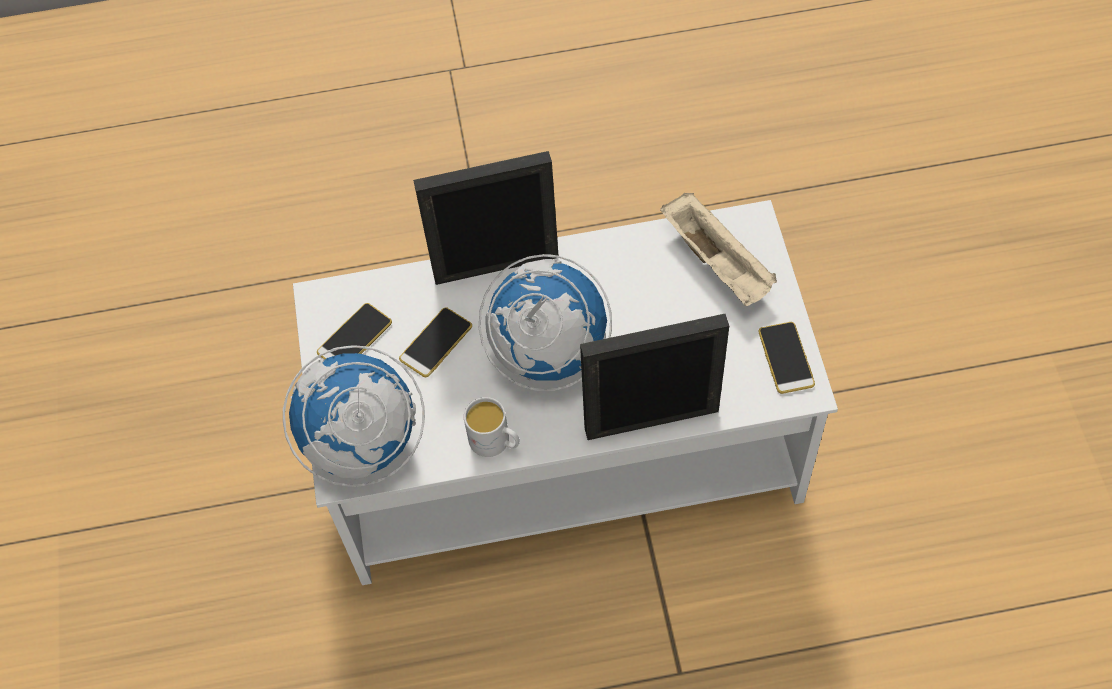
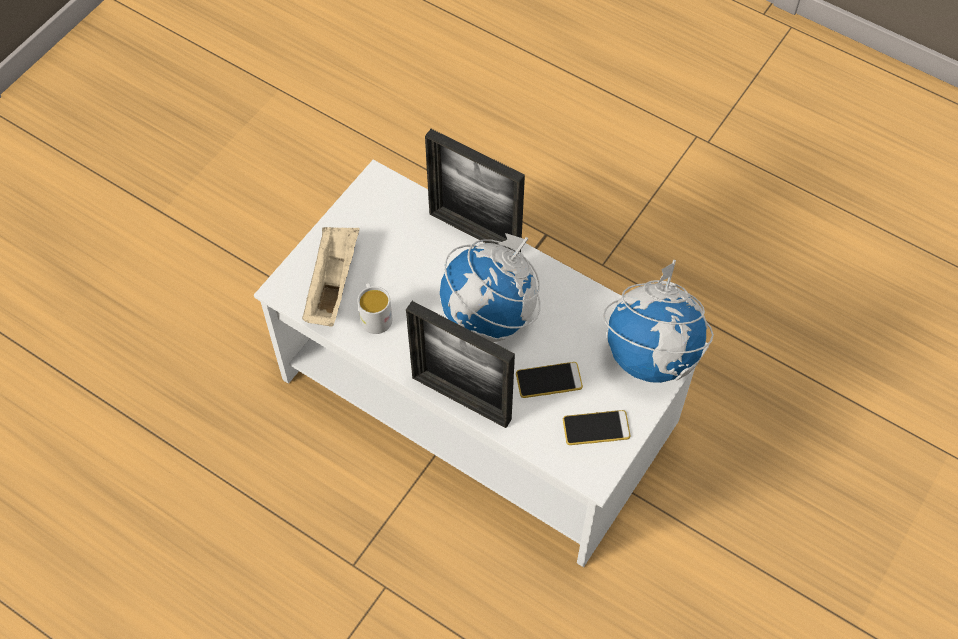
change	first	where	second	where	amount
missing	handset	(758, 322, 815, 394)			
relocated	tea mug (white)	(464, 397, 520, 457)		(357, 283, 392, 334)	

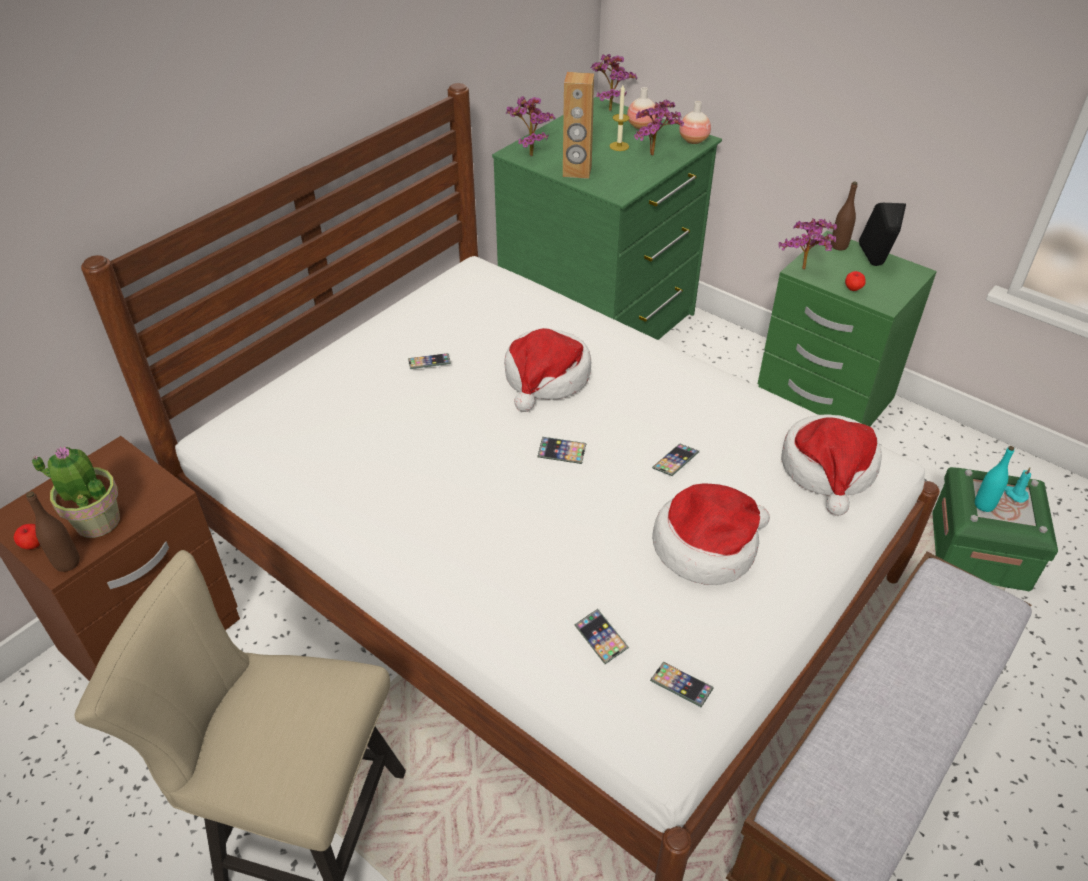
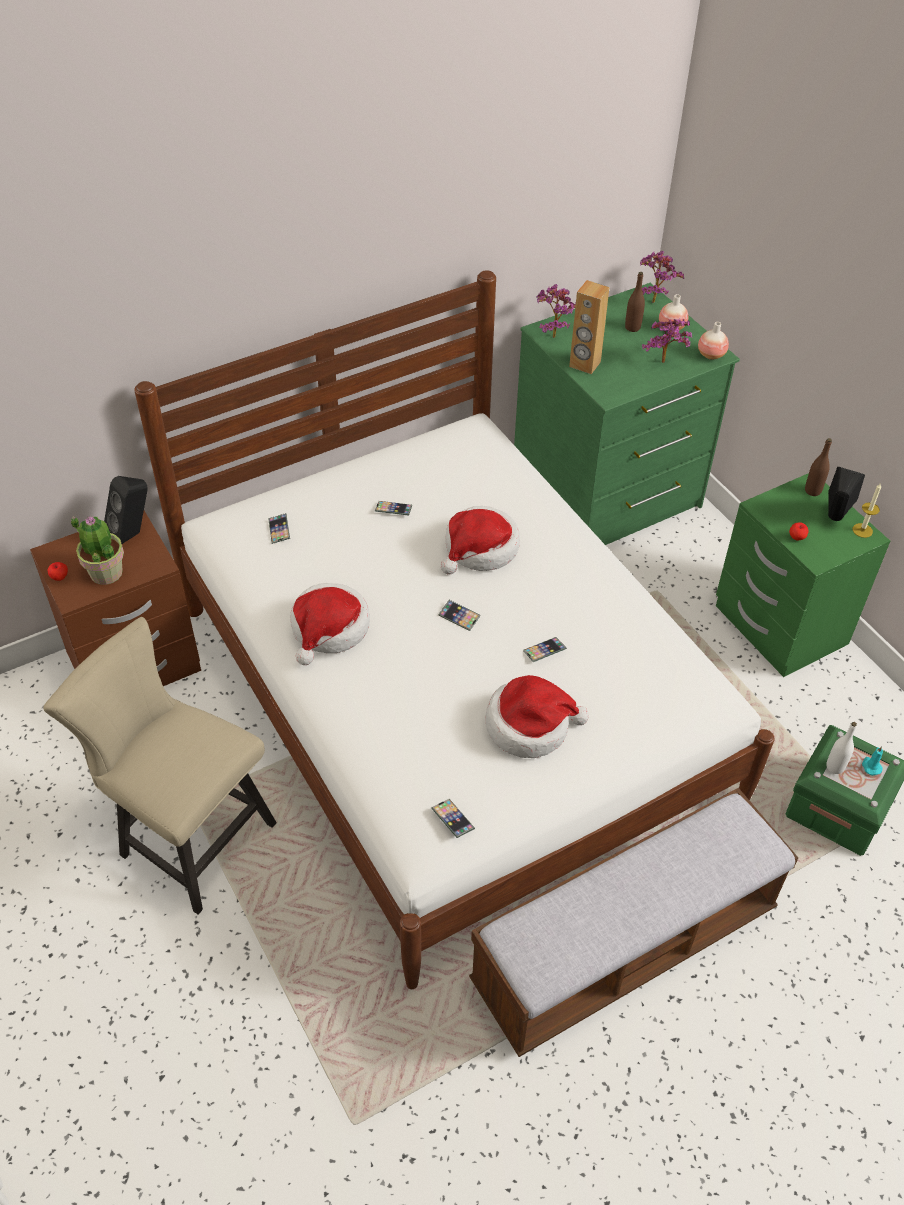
change	first	where	second	where	amount
missing	potted plant	(779, 219, 837, 269)			
appeared			loudspeaker (blackish)	(104, 476, 147, 544)	
relocated	beverage bottle (brown)	(26, 491, 80, 572)		(625, 272, 645, 332)	
relocated	handset	(574, 609, 629, 664)		(268, 513, 290, 544)	
relocated	wax light	(610, 85, 630, 151)		(853, 484, 881, 538)	
relocated	hat	(781, 414, 882, 515)		(290, 583, 370, 665)	
colour	beverage bottle (turquoise)	(975, 446, 1015, 512)	beverage bottle (white)	(826, 722, 857, 774)	

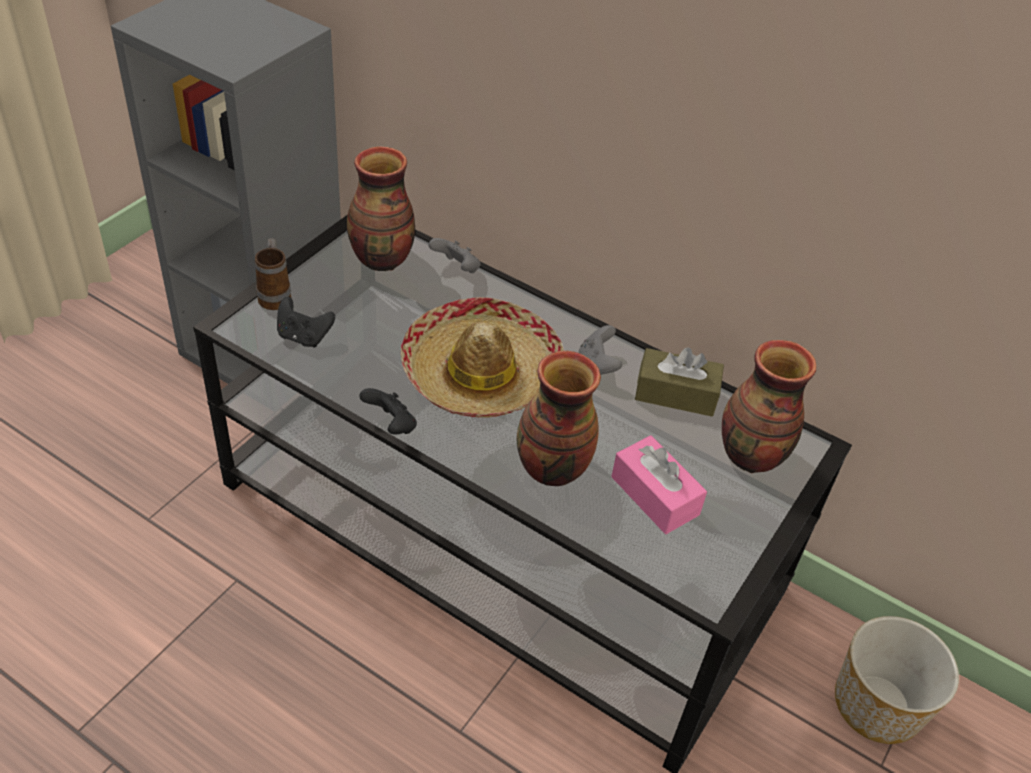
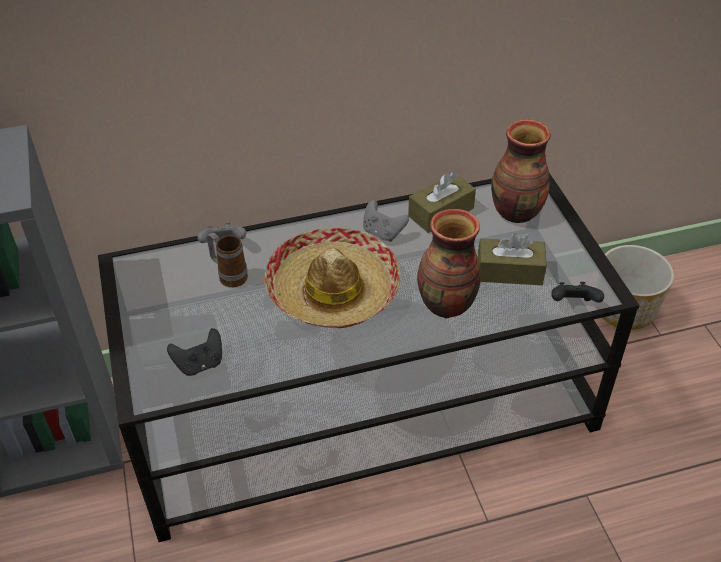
change	first	where	second	where	amount
missing	vase	(347, 146, 415, 271)			
relocated	tea mug	(255, 238, 291, 310)		(207, 233, 248, 287)	
relocated	gamepad (blackish)	(359, 388, 417, 434)		(551, 282, 604, 303)	
colour	tissue holder (pink)	(611, 436, 707, 534)	tissue holder (brown)	(478, 233, 547, 285)	

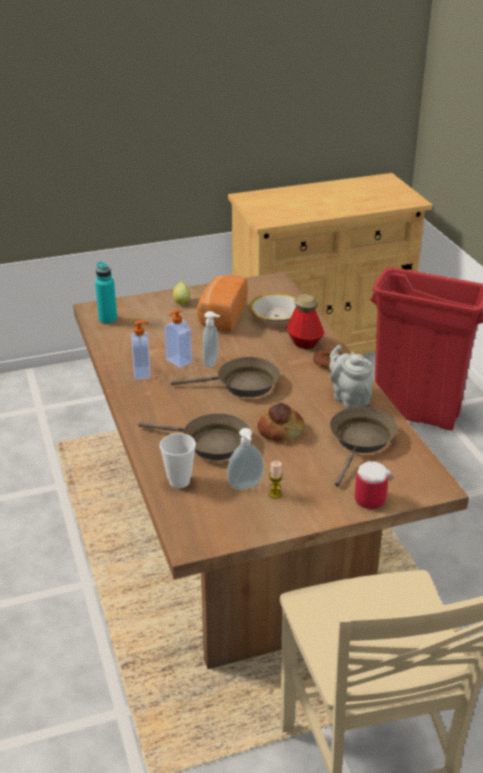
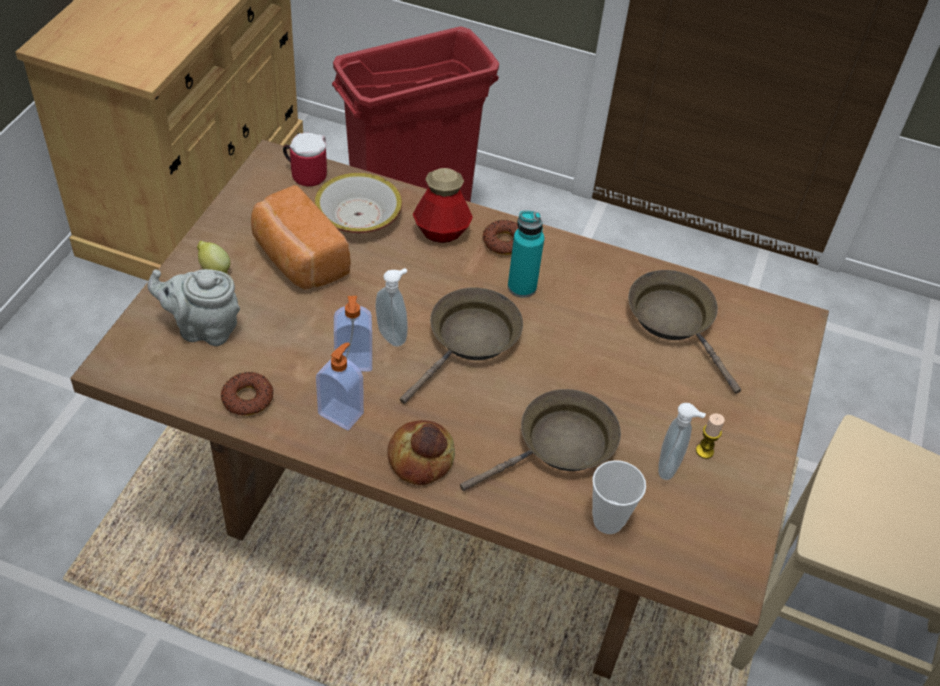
change	first	where	second	where	amount
appeared			ring doughnut	(221, 372, 274, 415)	
relocated	beverage bottle (turquoise)	(95, 262, 117, 325)		(508, 211, 544, 298)	
relocated	baked bread	(257, 403, 305, 441)		(387, 420, 455, 485)	
relocated	pot for tea (grey)	(329, 345, 373, 409)		(148, 269, 240, 346)	
relocated	tea mug	(355, 461, 393, 509)		(283, 132, 327, 186)	

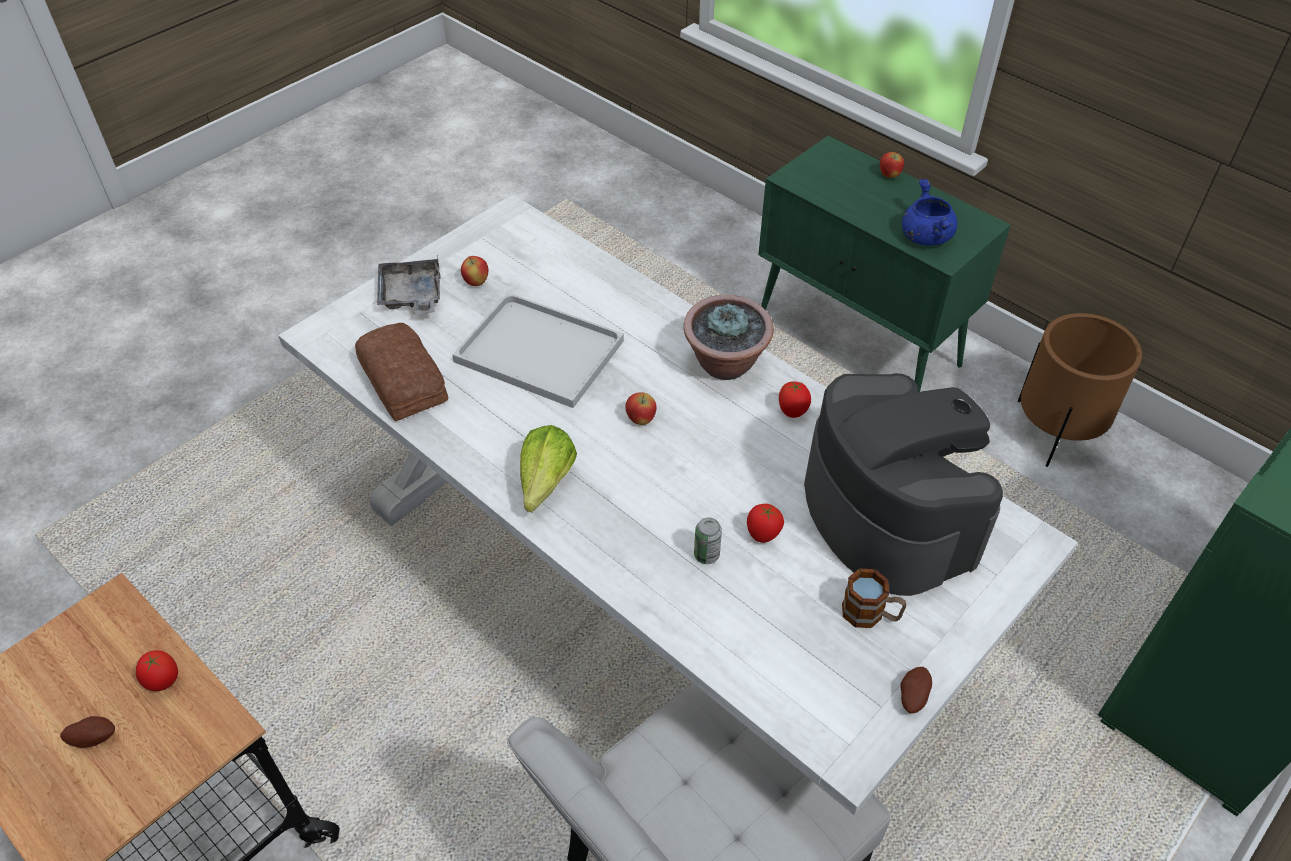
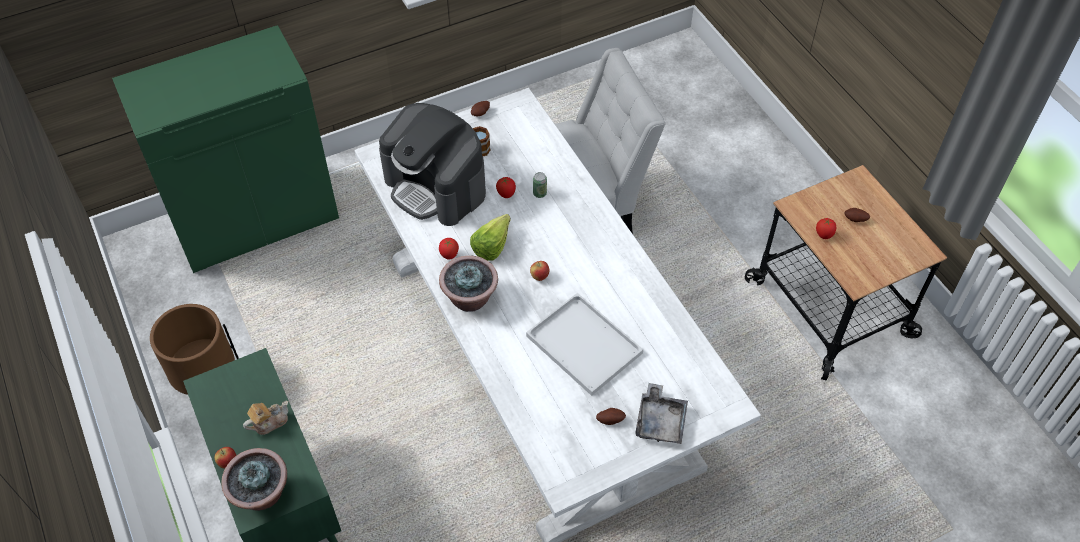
change	first	where	second	where	amount
missing	baked bread	(355, 323, 449, 421)			
missing	saucepot (blue-coloured)	(902, 179, 958, 246)			
appeared			potted plant	(221, 448, 287, 511)	
appeared			pot for tea	(243, 401, 288, 435)	
relocated	head of lettuce	(520, 425, 577, 512)		(470, 214, 511, 261)	
exchanged	whole apple	(461, 256, 488, 286)	potato	(596, 408, 626, 425)	
spun	coffee machine	(804, 373, 1003, 596)		(379, 103, 486, 226)	45 degrees counterclockwise

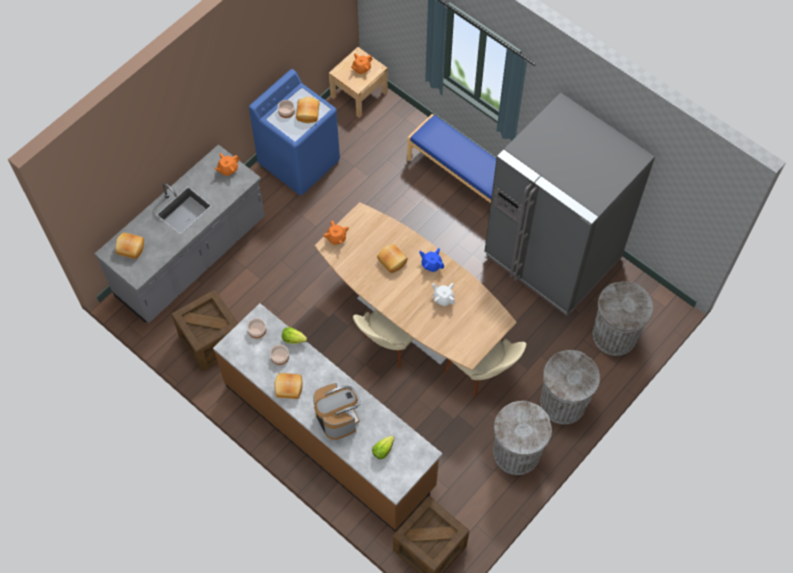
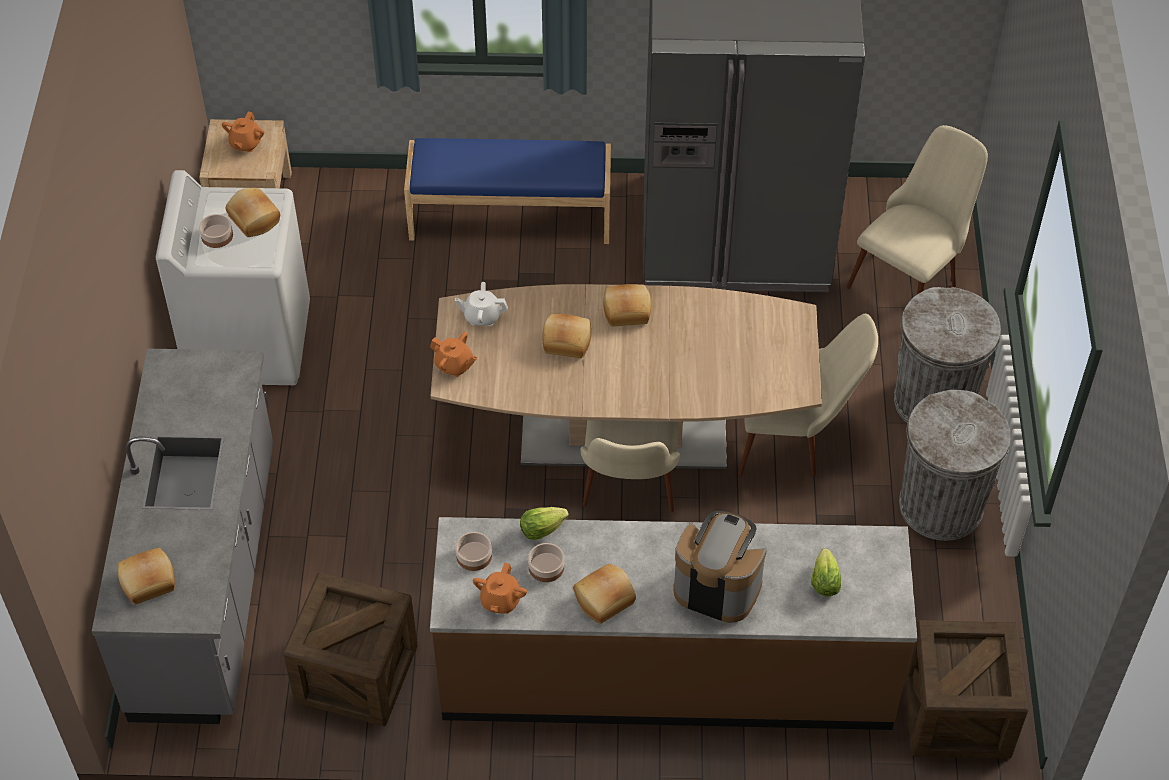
change	first	where	second	where	amount
relocated	pot for tea (orange-coloured)	(215, 153, 240, 176)		(473, 562, 527, 614)	
relocated	pot for tea (white)	(432, 283, 455, 306)		(455, 282, 508, 326)	
exchanged	pot for tea (blue-coloured)	(419, 248, 444, 272)	baked bread	(603, 284, 651, 327)	
exchanged	trash can (grey)	(593, 281, 653, 356)	upright chair (beige-coloured)	(847, 125, 988, 294)	
colour	washing machine (blue-coloured)	(249, 69, 340, 196)	washing machine (white)	(156, 170, 310, 385)	

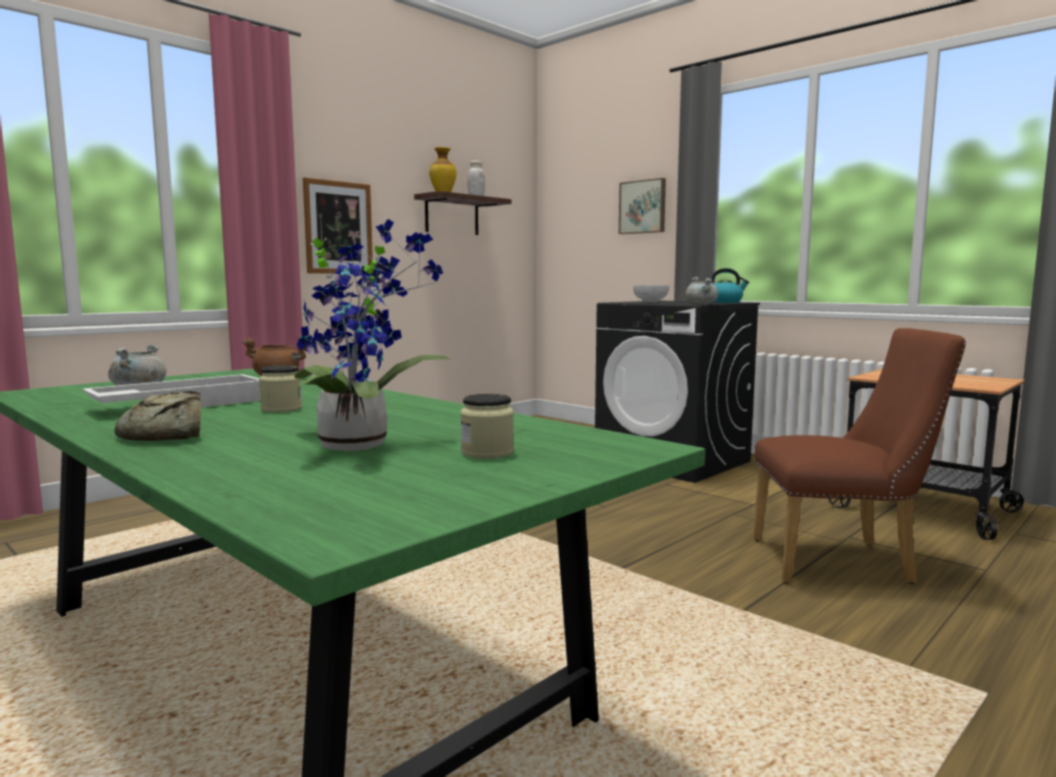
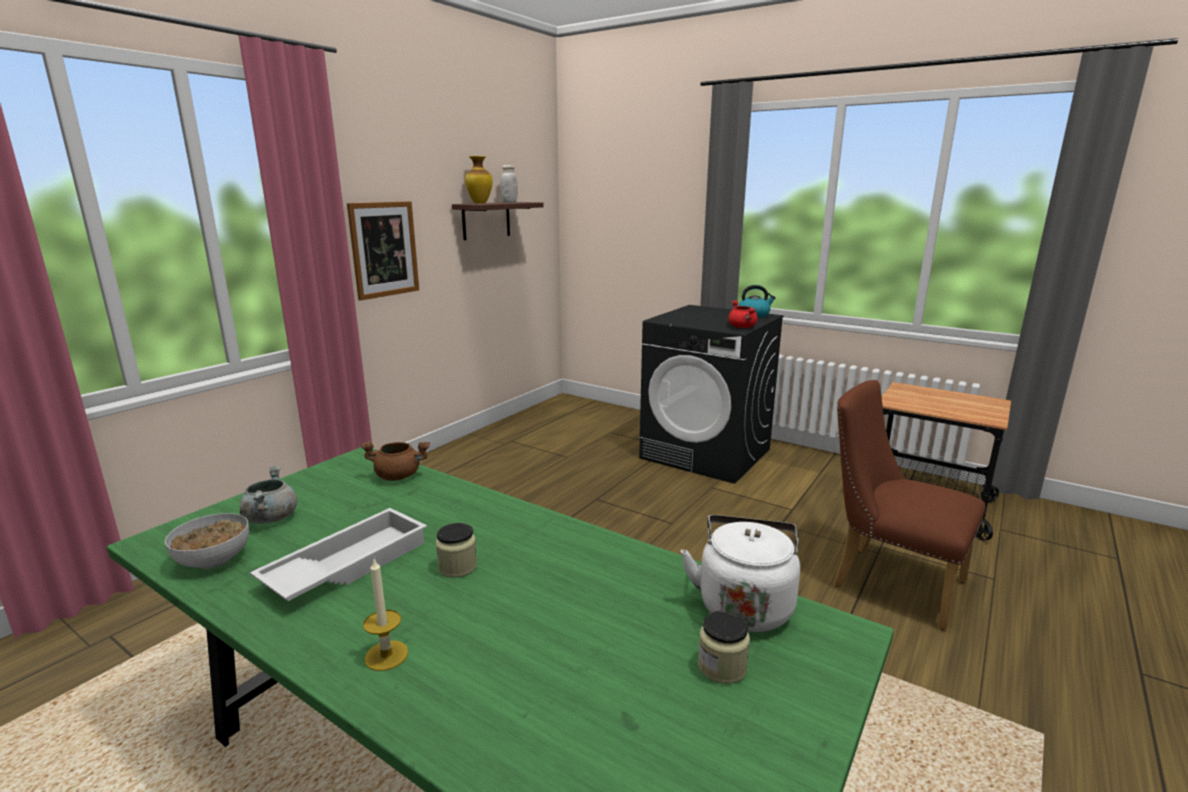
change	first	where	second	where	amount
missing	potted plant	(294, 219, 452, 451)			
missing	picture	(619, 178, 666, 234)			
appeared			tea kettle (white)	(681, 515, 800, 632)	
relocated	serving bowl	(633, 285, 669, 303)		(165, 513, 249, 569)	
exchanged	baked bread	(114, 391, 201, 441)	wax light	(363, 559, 408, 671)	
colour	saucepot (grey)	(686, 276, 718, 304)	saucepot (reddish)	(728, 300, 758, 328)	
spun	upright chair (brown)	(753, 328, 966, 584)		(833, 380, 986, 631)	135 degrees counterclockwise

